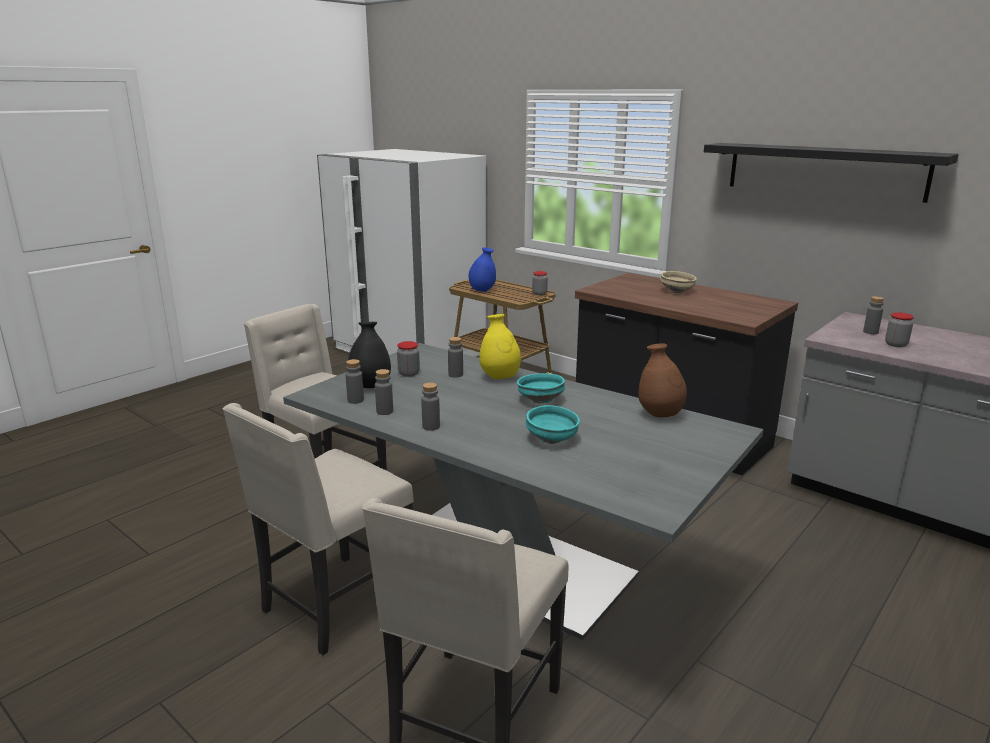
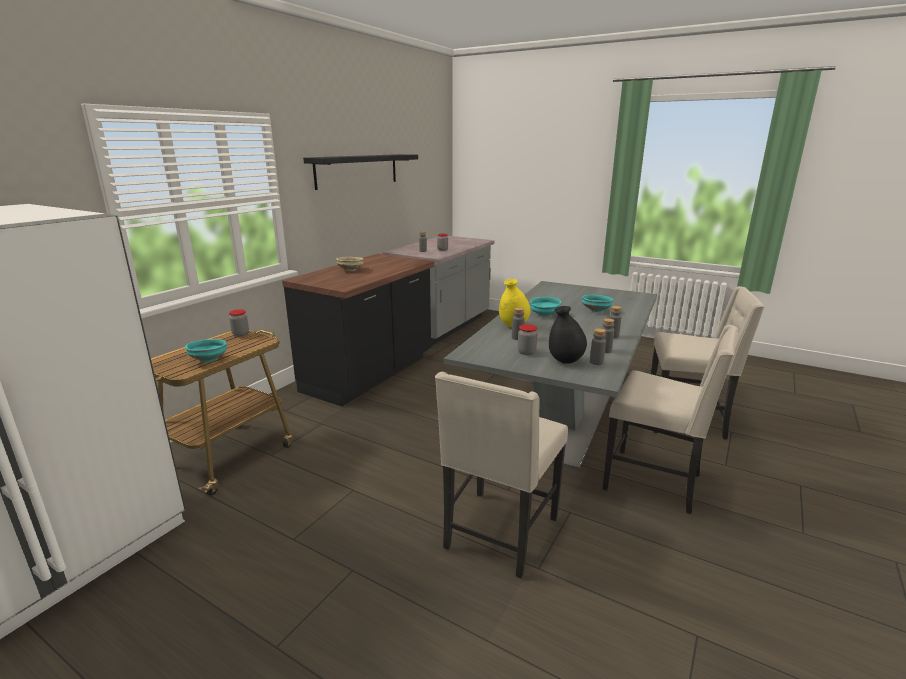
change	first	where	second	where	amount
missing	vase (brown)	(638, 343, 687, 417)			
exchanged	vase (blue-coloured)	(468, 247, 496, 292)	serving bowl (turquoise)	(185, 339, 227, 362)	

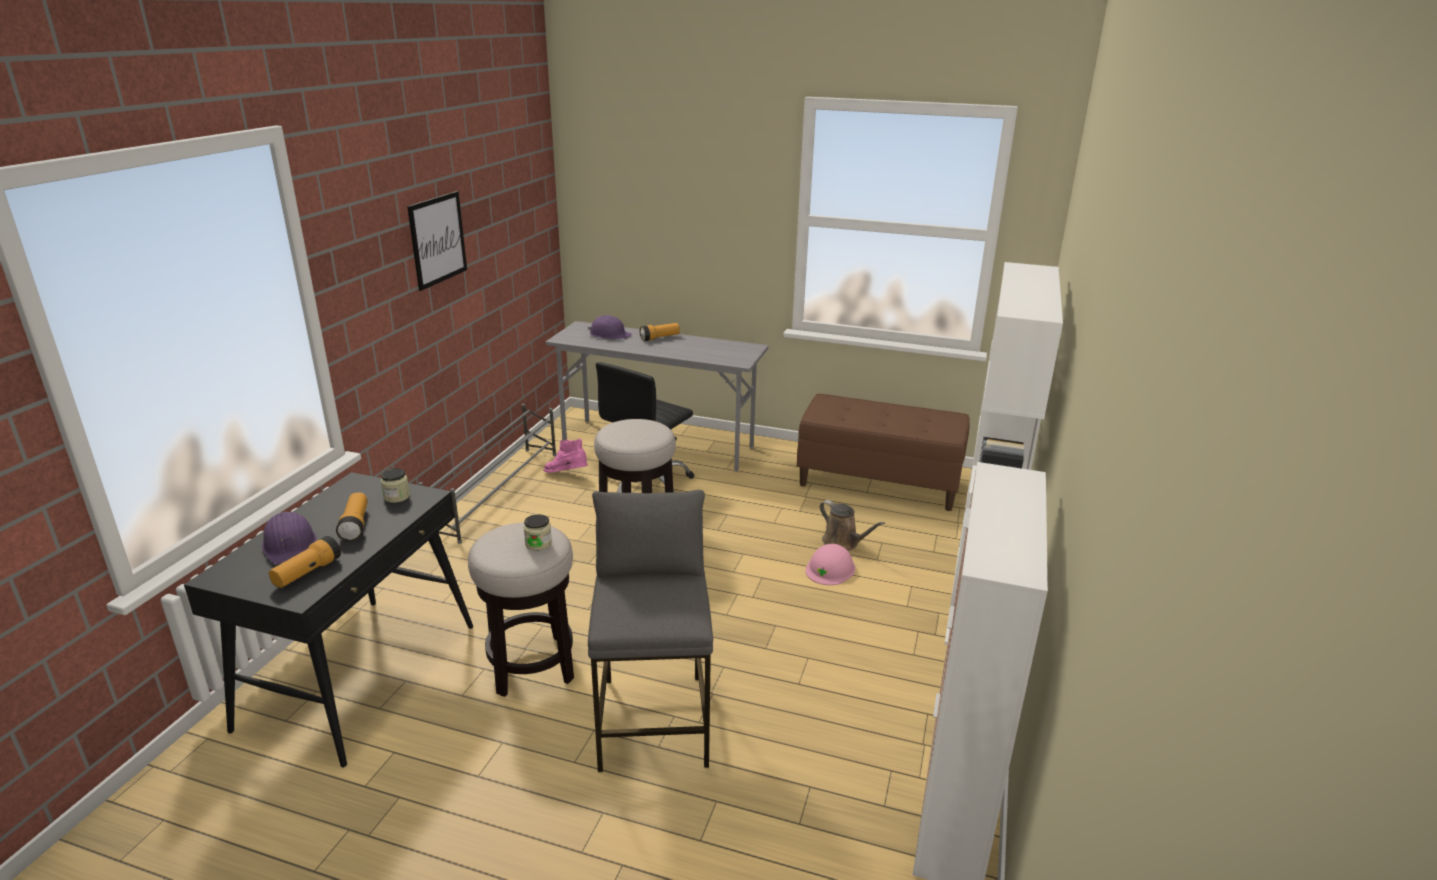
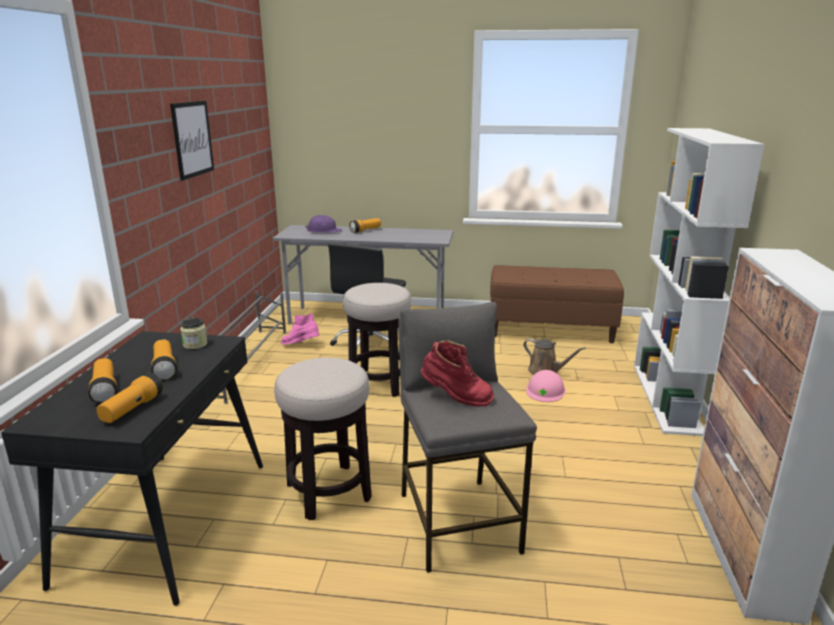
change	first	where	second	where	amount
missing	storage jar	(524, 514, 552, 551)			
appeared			boot (reddish)	(421, 340, 494, 407)	
exchanged	work helmet (purplish)	(262, 512, 317, 565)	flashlight	(88, 358, 117, 404)	

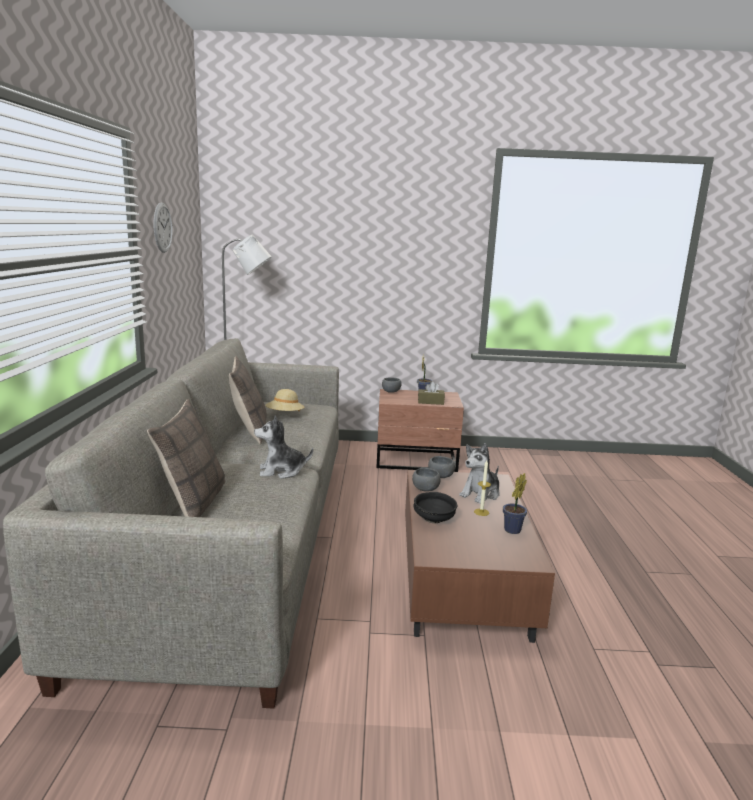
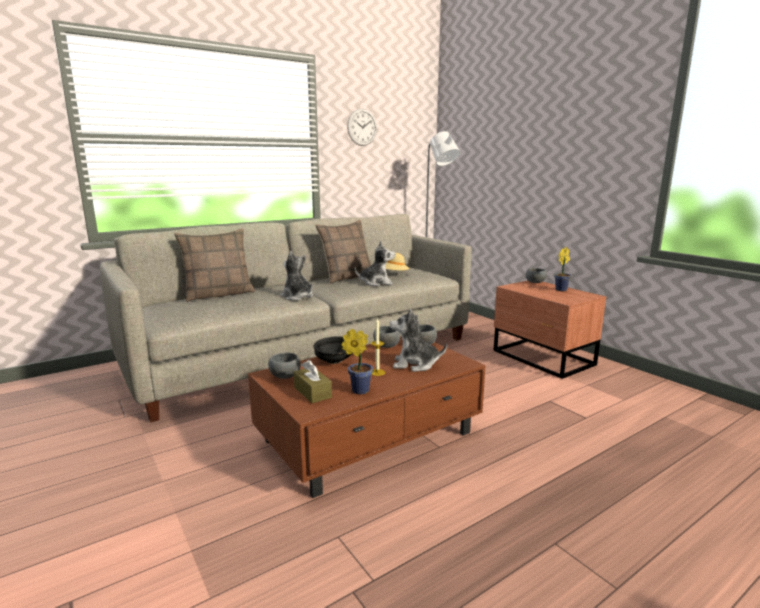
change	first	where	second	where	amount
appeared			serving bowl (grey)	(268, 353, 301, 379)	
appeared			soft toy	(355, 241, 395, 286)	
relocated	tissue holder (brown)	(418, 381, 445, 405)		(294, 360, 332, 403)	

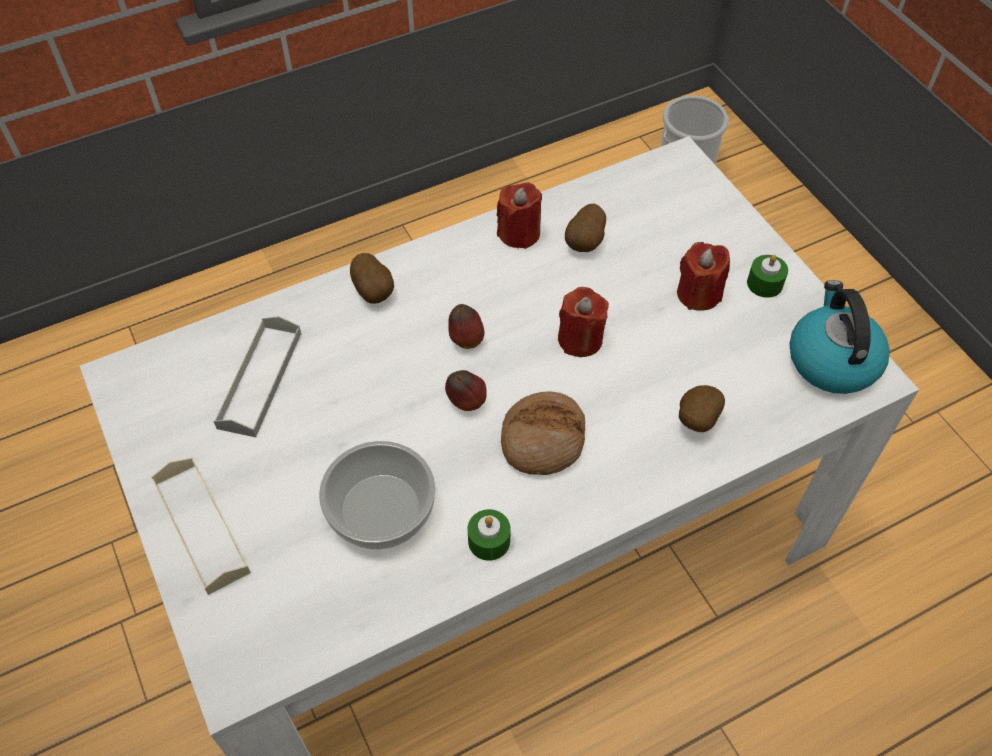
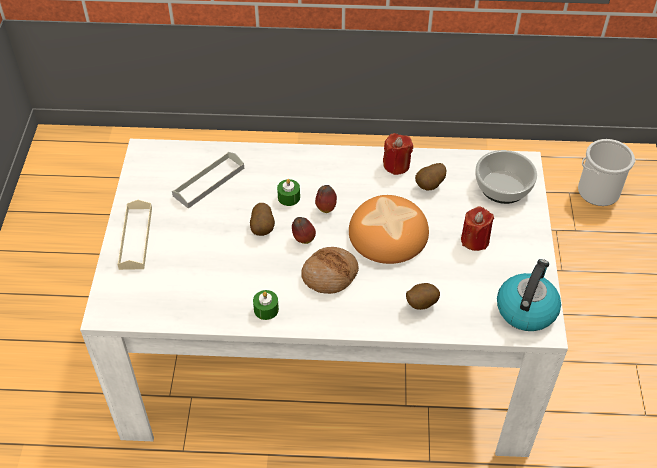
change	first	where	second	where	amount
relocated	serving bowl	(319, 441, 435, 550)		(475, 150, 537, 204)	
relocated	potato	(350, 253, 394, 304)		(250, 203, 275, 236)	
relocated	wax light (green-coloured)	(747, 255, 788, 298)		(277, 179, 300, 206)	
exchanged	wax light (reddish)	(558, 287, 609, 357)	baked bread	(349, 195, 429, 264)	

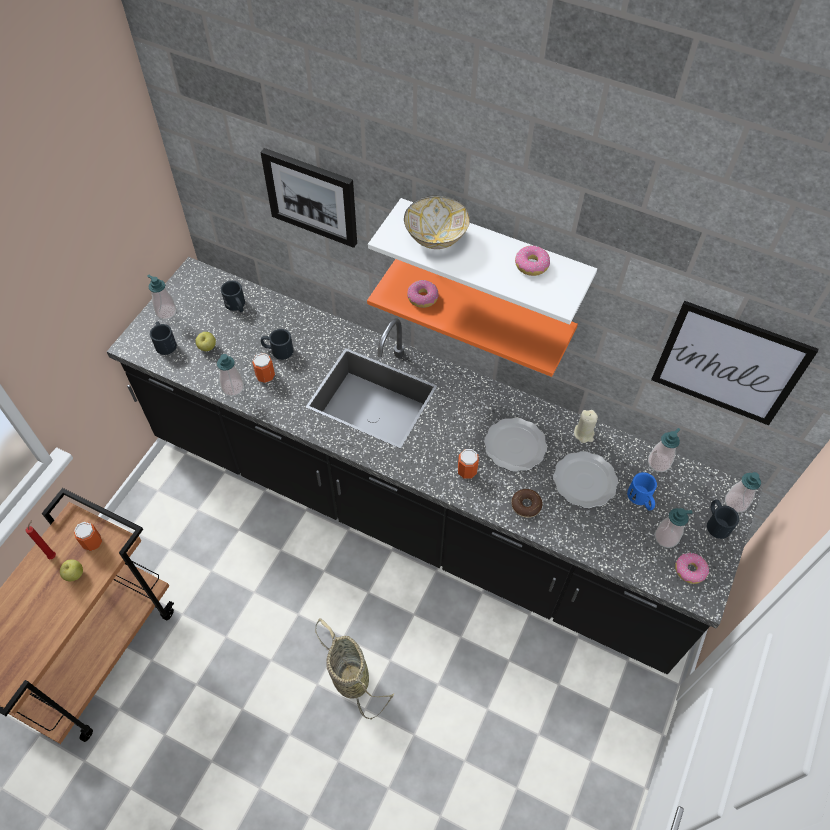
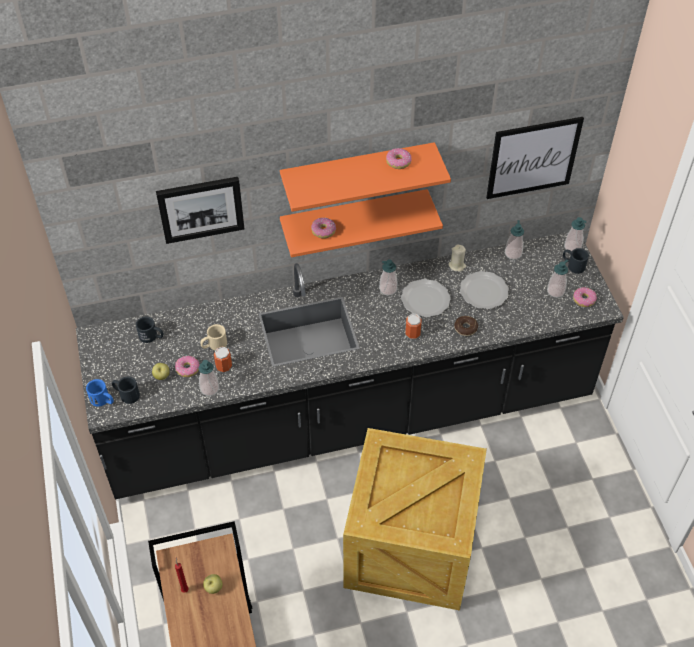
change	first	where	second	where	amount
missing	can	(74, 522, 102, 551)			
missing	serving bowl	(404, 195, 470, 249)			
appeared			ring doughnut	(175, 356, 199, 377)	
relocated	soap bottle	(147, 275, 177, 319)		(379, 259, 398, 295)	
relocated	tea mug (blue-coloured)	(627, 472, 657, 510)		(86, 379, 114, 407)	
exchanged	household basket	(315, 618, 394, 719)	shipping crate	(343, 428, 487, 611)	
colour	tea mug (blackish)	(261, 329, 293, 360)	tea mug (beige-coloured)	(200, 324, 227, 351)	
colour	bracket shelf (white)	(368, 198, 597, 325)	bracket shelf (orange-coloured)	(280, 142, 451, 212)	

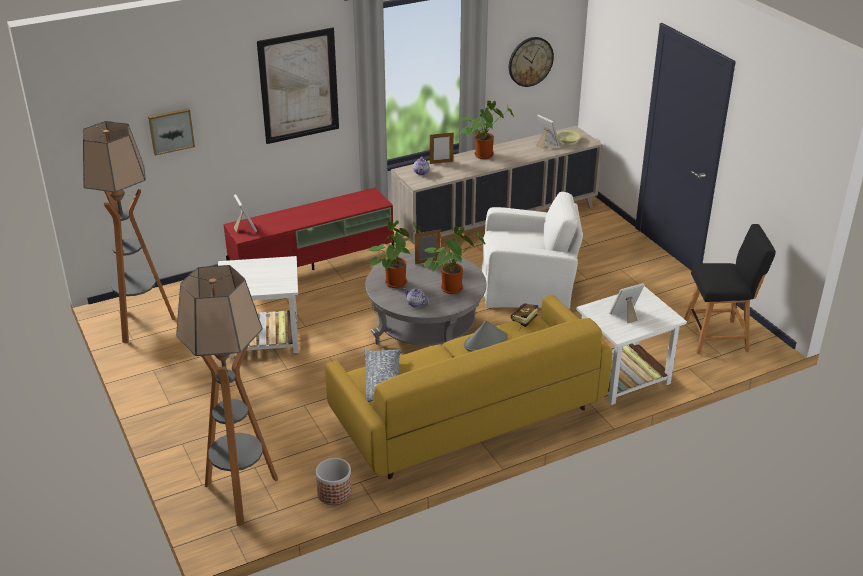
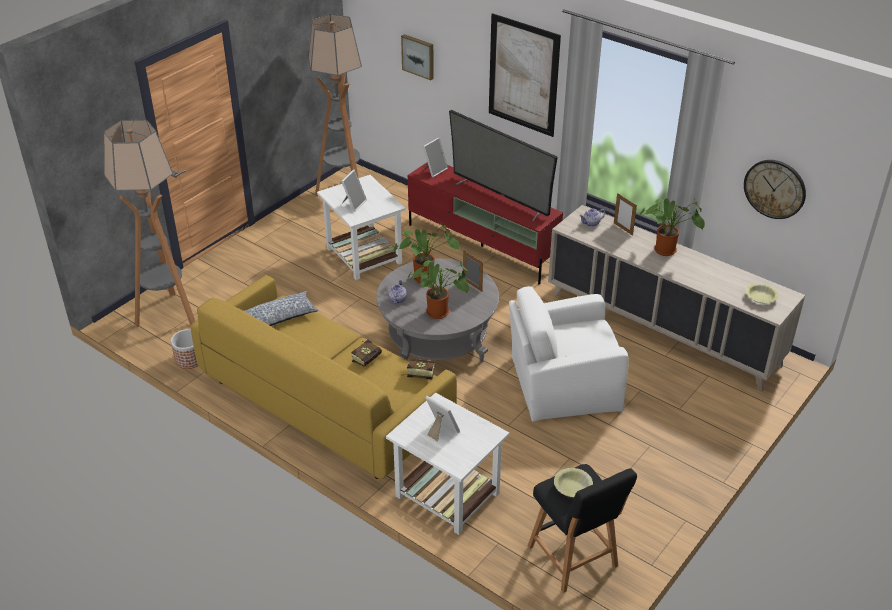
change	first	where	second	where	amount
appeared			TV set	(449, 110, 558, 221)	
appeared			serving bowl (yellowish)	(554, 468, 593, 497)	
relocated	standing frame	(536, 114, 560, 149)		(341, 169, 367, 212)	
exchanged	hat (grey)	(464, 320, 508, 352)	bound book	(352, 339, 382, 366)	
spun	lounge chair (white)	(482, 192, 583, 309)		(509, 286, 629, 421)	105 degrees clockwise

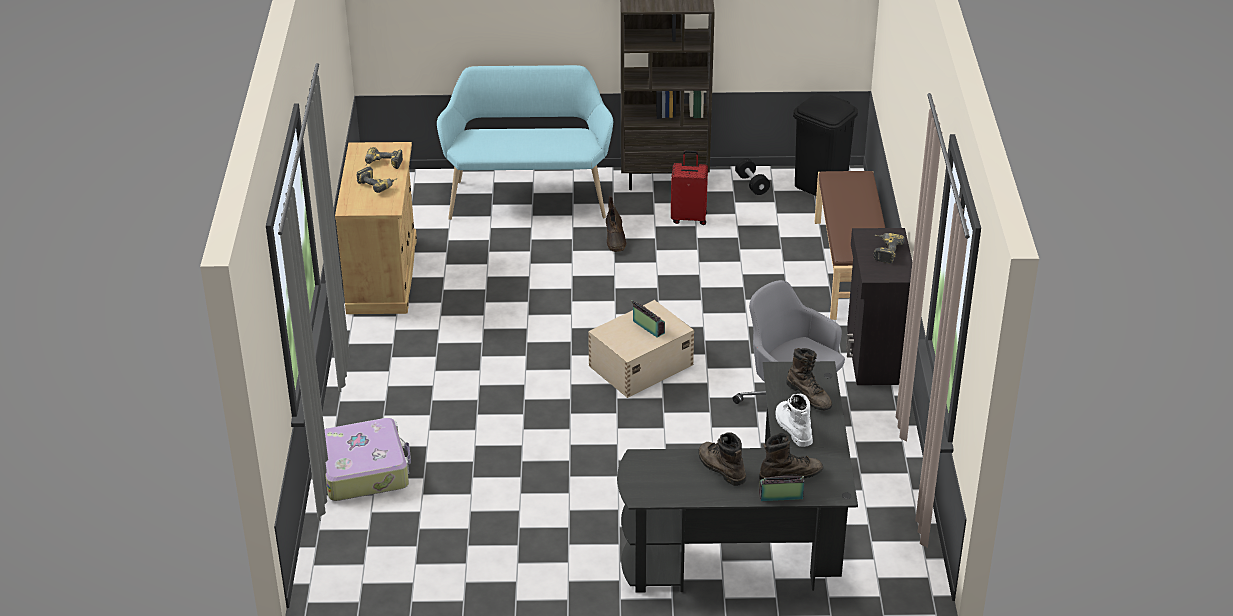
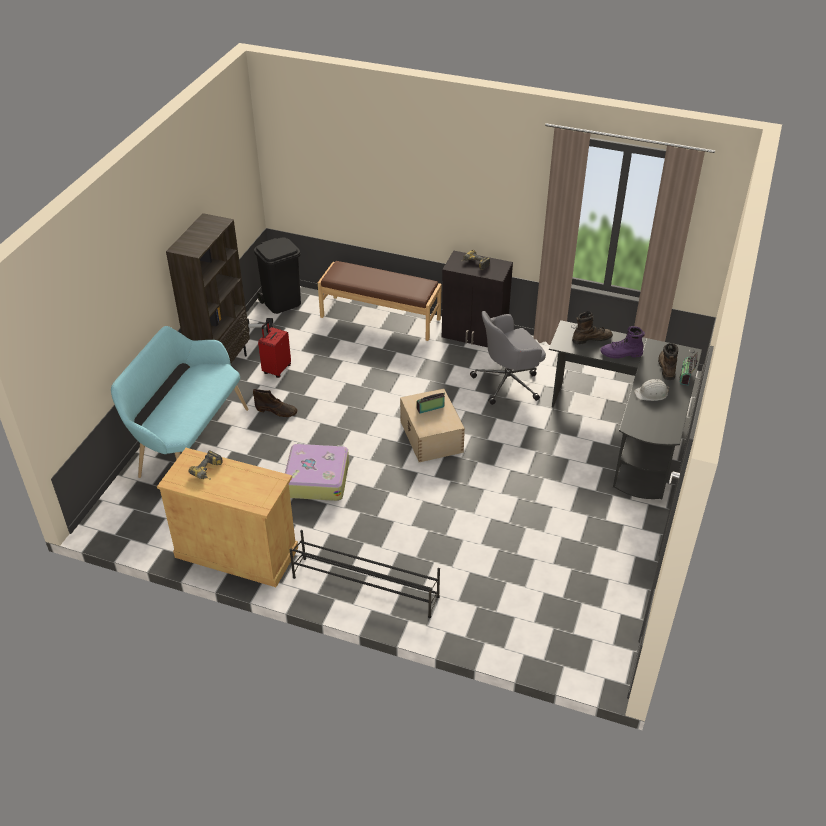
change	first	where	second	where	amount
missing	electric drill	(356, 166, 397, 193)			
appeared			shoe rack (blackish)	(289, 530, 440, 618)	
relocated	travel case	(324, 418, 411, 501)		(285, 443, 349, 501)	
exchanged	boot (brown)	(698, 432, 747, 486)	work helmet (white)	(634, 379, 669, 401)	
colour	boot (white)	(775, 394, 813, 447)	boot (purplish)	(600, 326, 645, 359)	

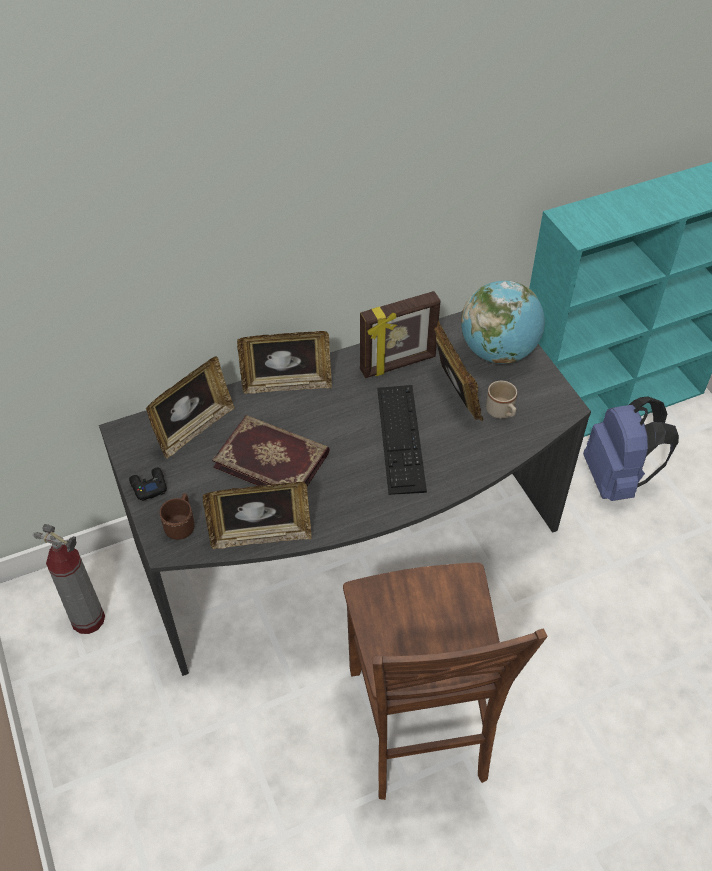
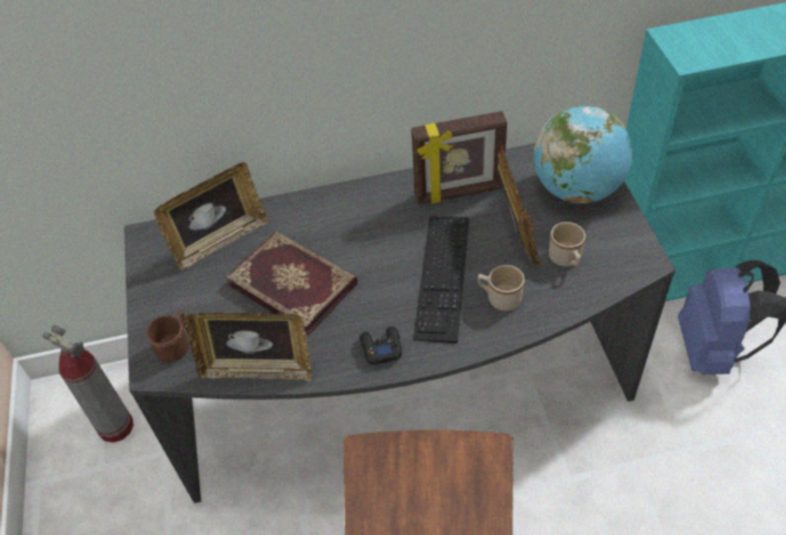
change	first	where	second	where	amount
missing	standing frame	(237, 331, 332, 394)			
appeared			tea mug (beige-coloured)	(478, 265, 525, 311)	
relocated	gamepad (blackish)	(129, 468, 167, 501)		(360, 326, 402, 365)	

